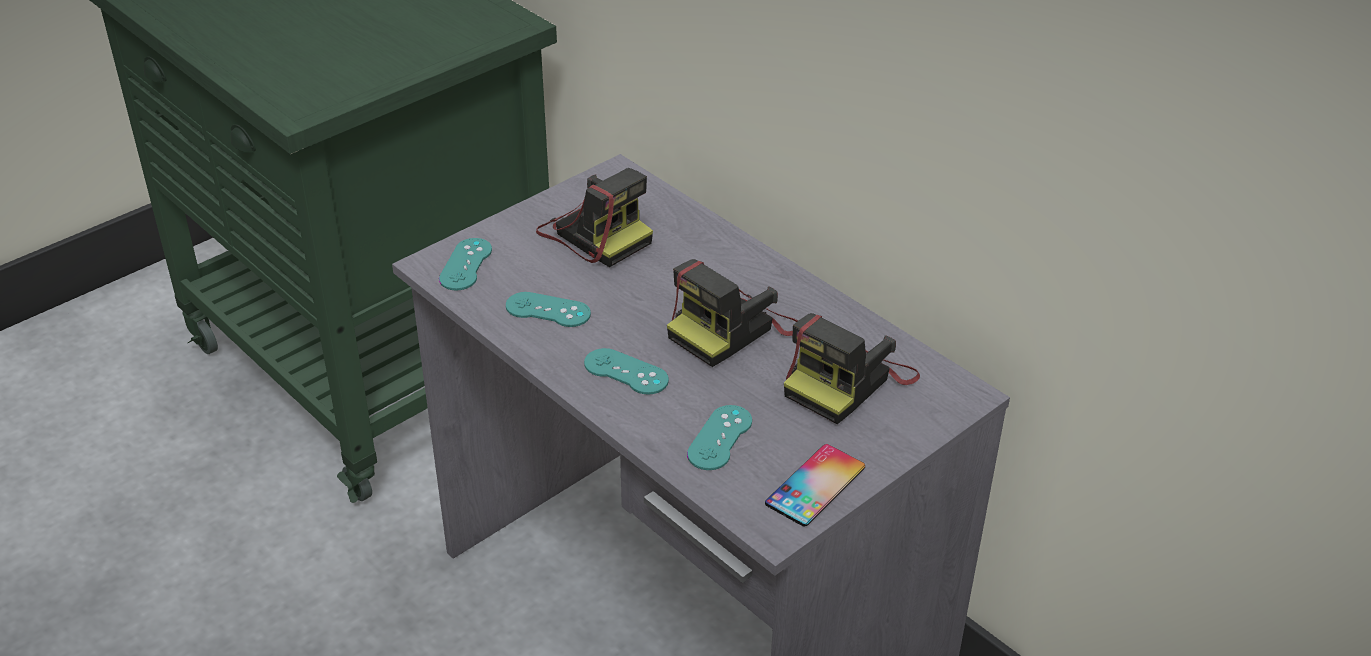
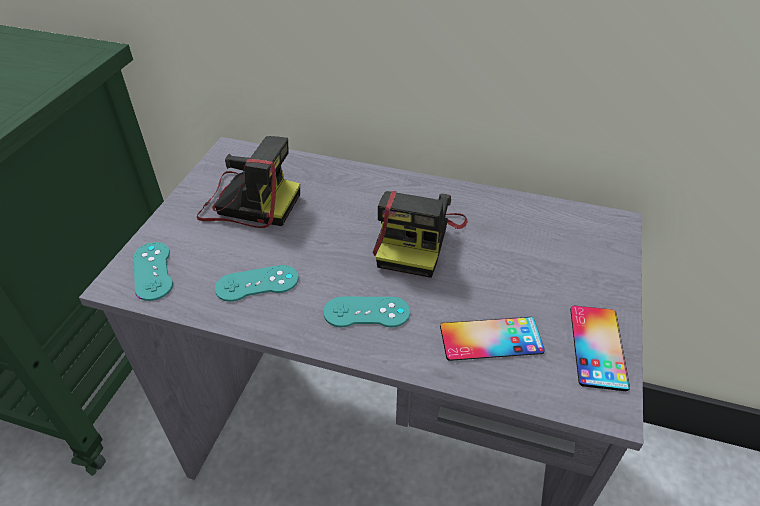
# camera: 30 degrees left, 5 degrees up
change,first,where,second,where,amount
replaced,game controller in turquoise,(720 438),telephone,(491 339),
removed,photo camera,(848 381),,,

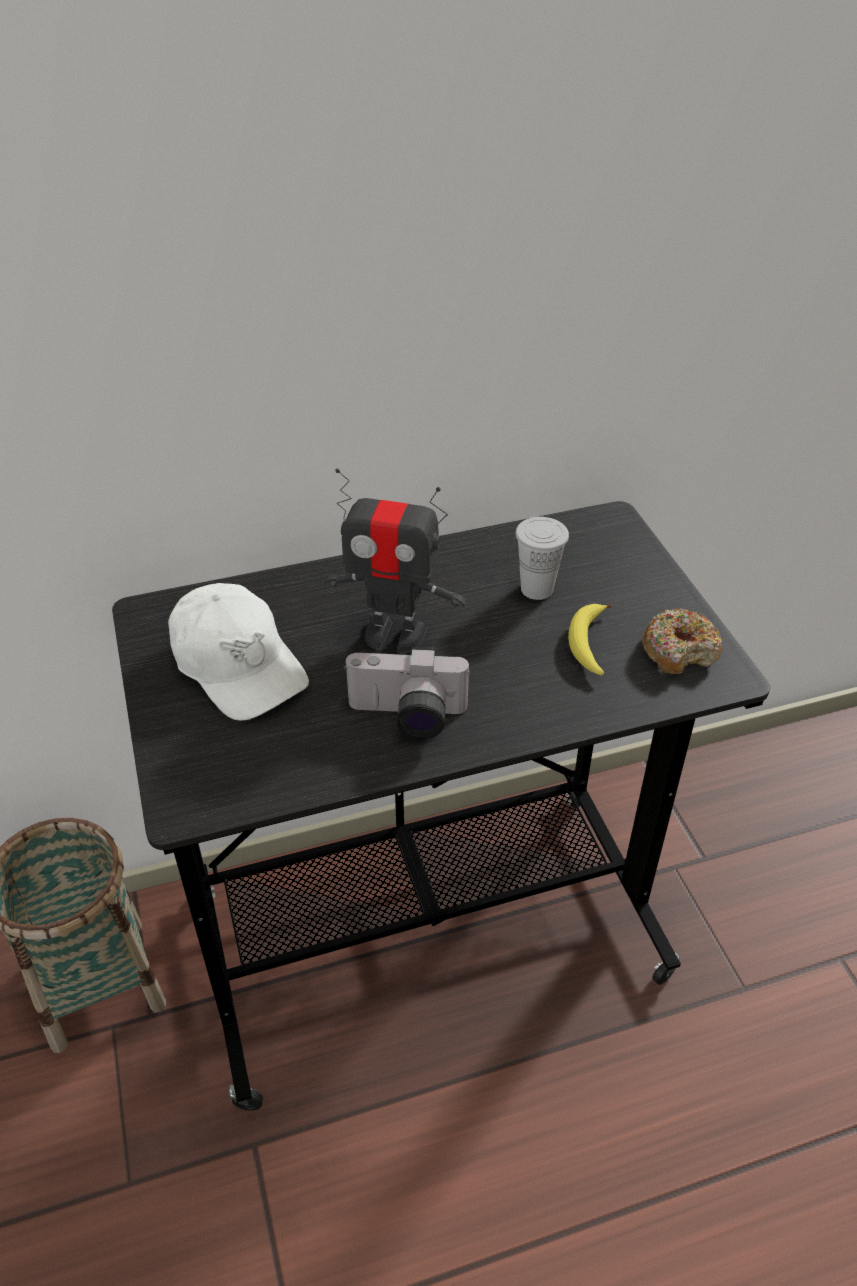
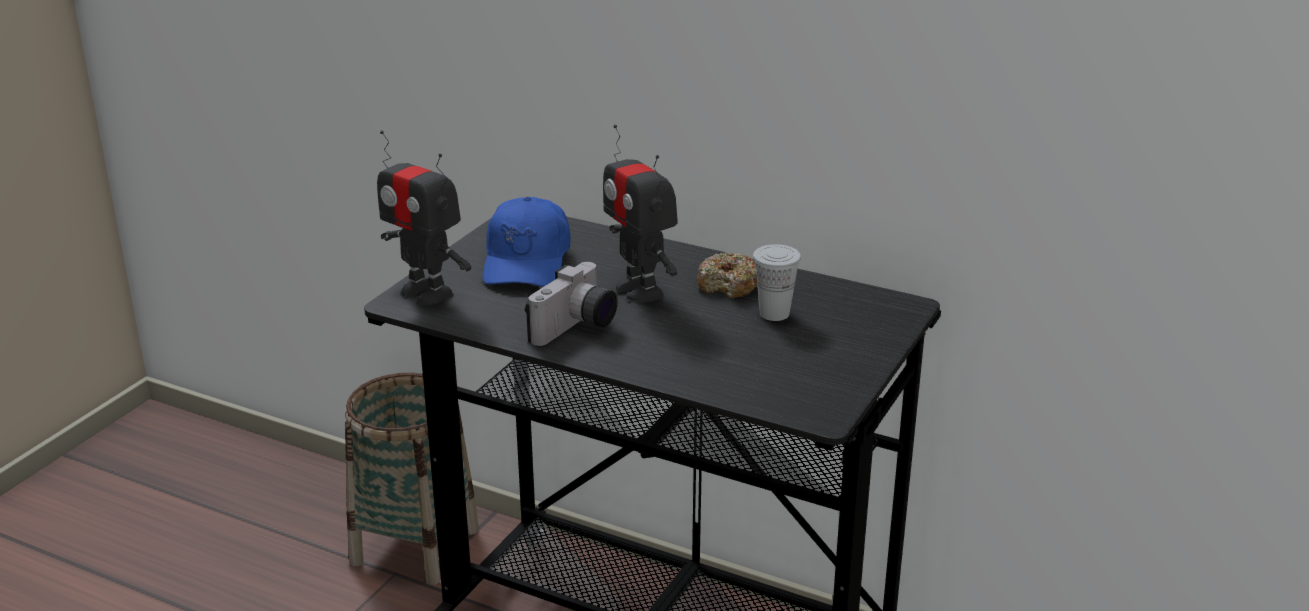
# camera: 45 degrees right, 15 degrees down
change,first,where,second,where,amount
added,,,toy robot,(426 293),
recoloured,cap in white-coloured,(238 664),cap in blue,(527 261),
turned,photo camera,(407 717),,(576 328),105 degrees counterclockwise
moved,ring doughnut,(679 650),,(728 285),
removed,banana fruit,(588 644),,,

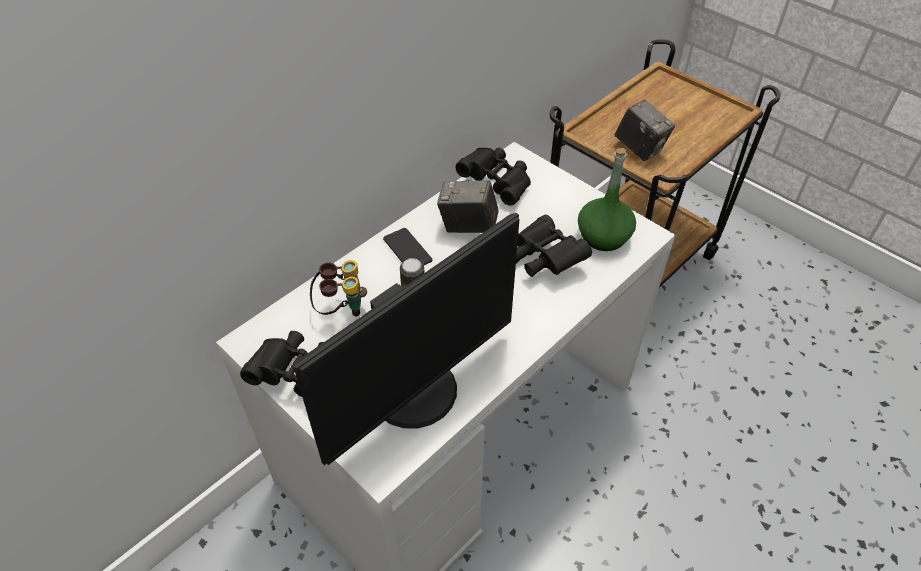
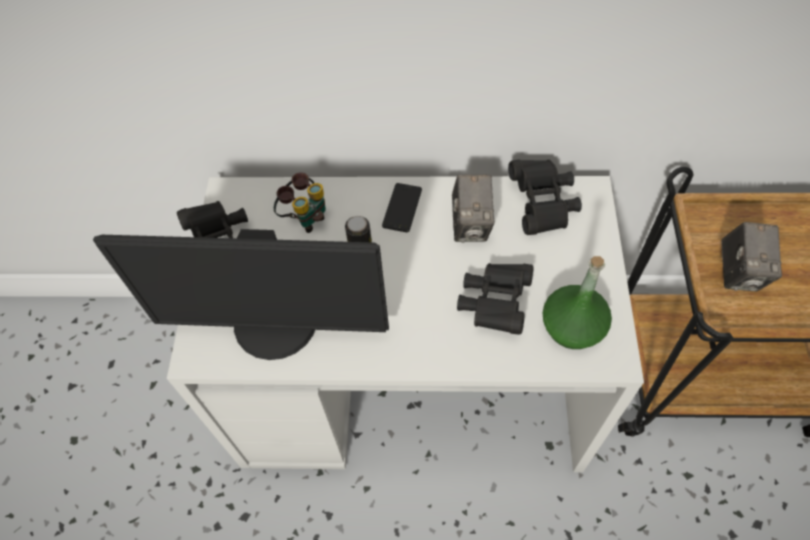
# camera: 50 degrees right, 10 degrees up
change,first,where,second,where,amount
turned,photo camera,(468 226),,(471 225),150 degrees counterclockwise

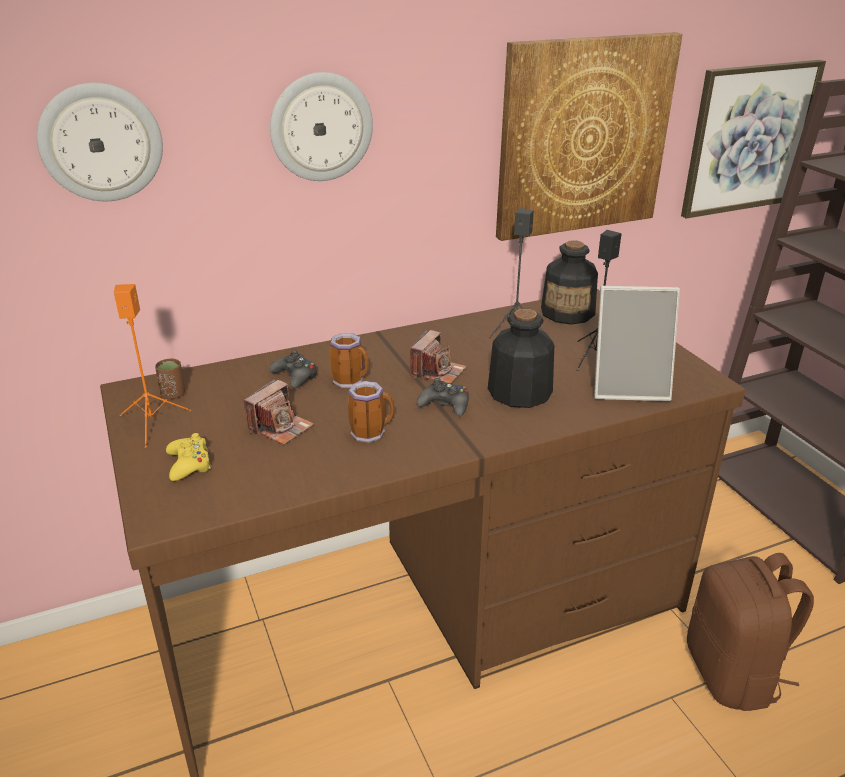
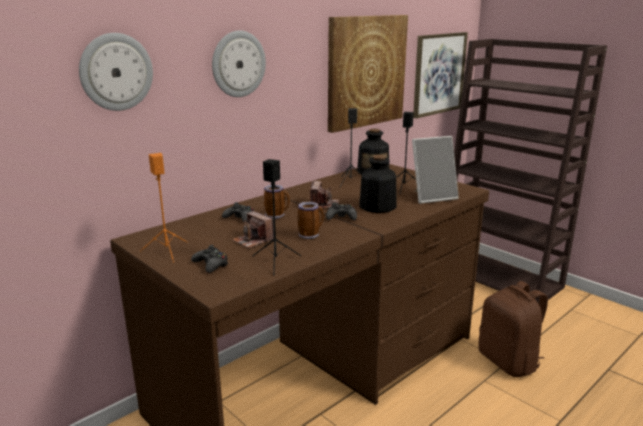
# camera: 20 degrees left, 10 degrees down
change,first,where,second,where,amount
recoloured,game controller in yellow,(189 464),game controller in black-coloured,(211 265),
turned,photo camera,(280 427),,(253 240),120 degrees clockwise
added,,,loudspeaker in black-coloured,(276 261),
removed,cup in brown-coloured,(173 394),,,

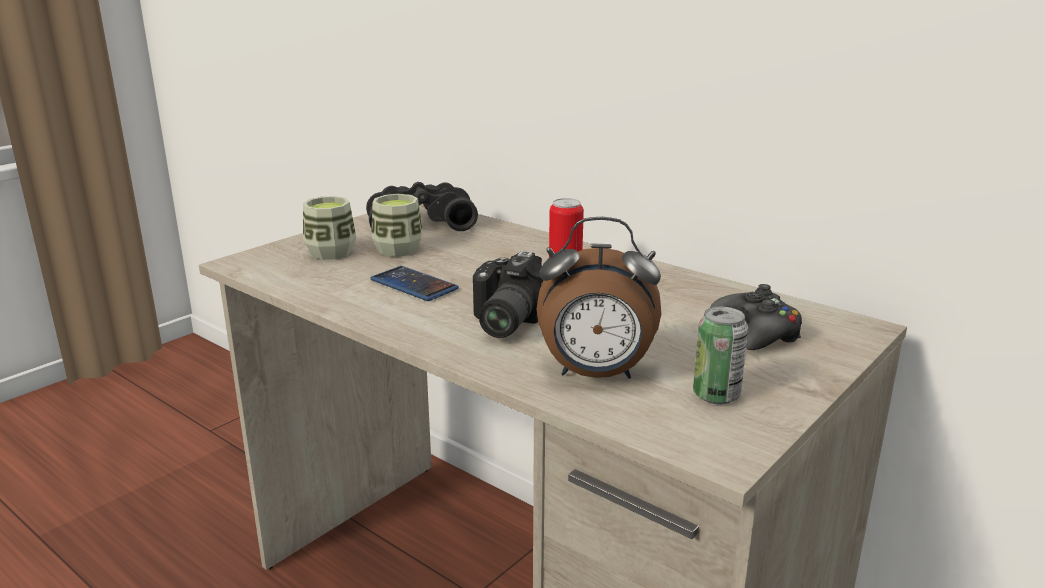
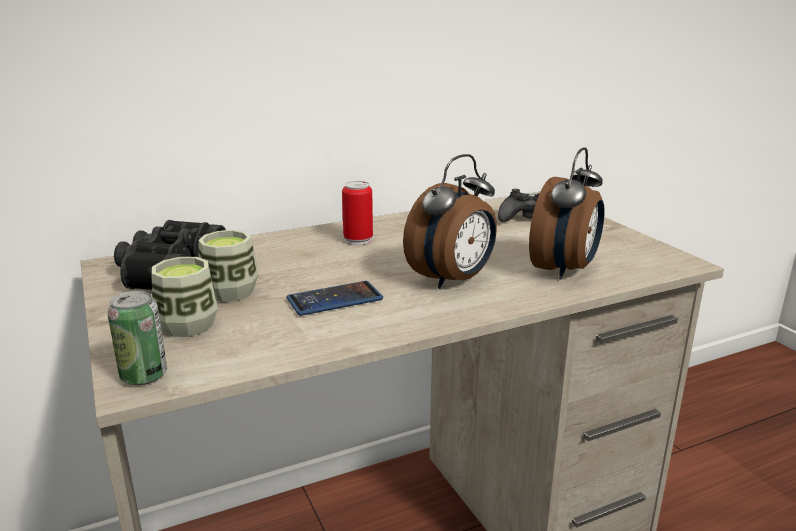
# camera: 65 degrees left, 0 degrees up
change,first,where,second,where,amount
moved,can,(716 395),,(144 376),
replaced,photo camera,(504 322),table clock,(453 280),

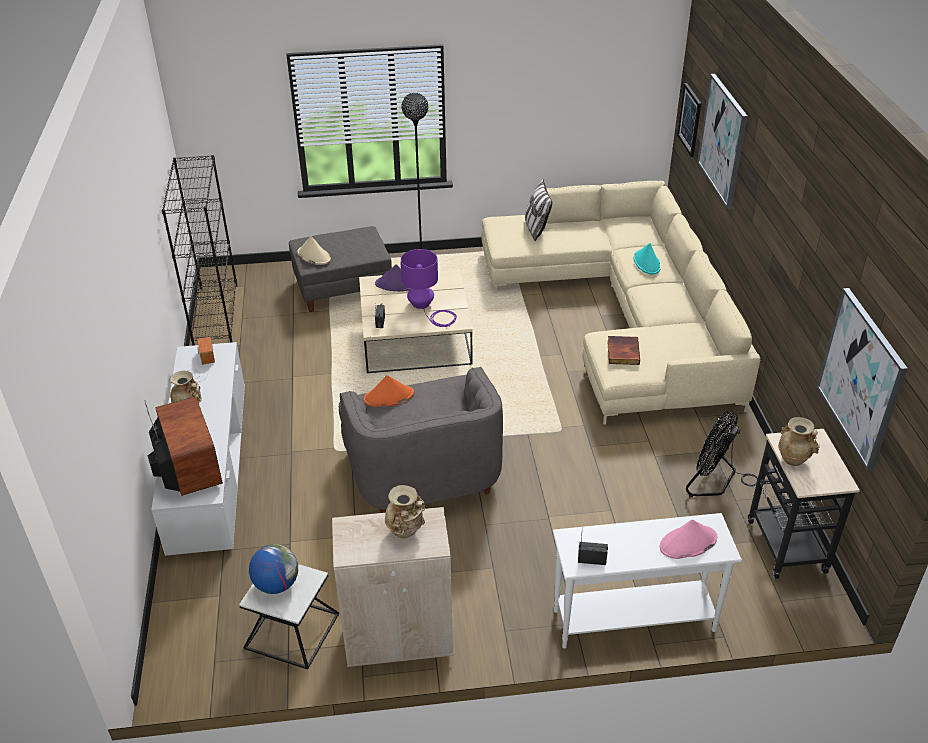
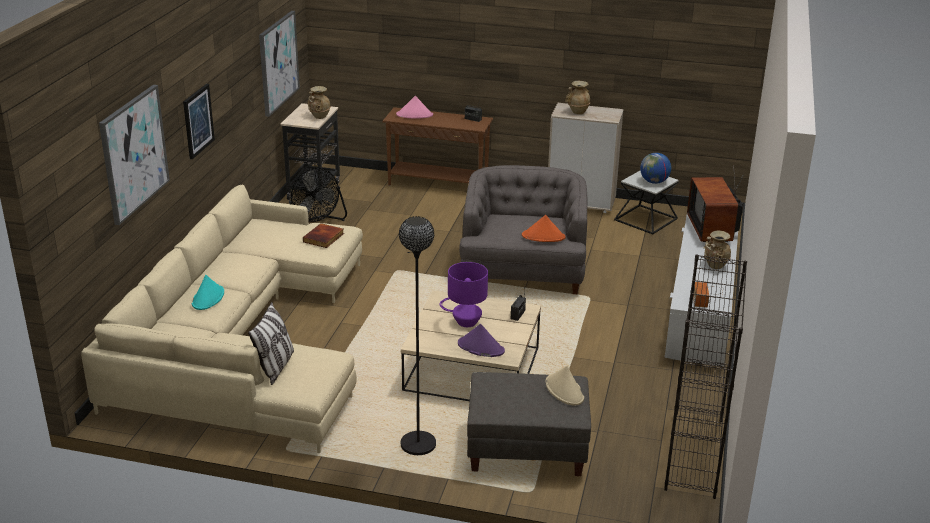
# camera: 160 degrees left, 10 degrees down
change,first,where,second,where,amount
moved,wall picture,(690 119),,(198 121),
recoloured,narrow table in white-coloured,(633 622),narrow table in brown-coloured,(438 185),

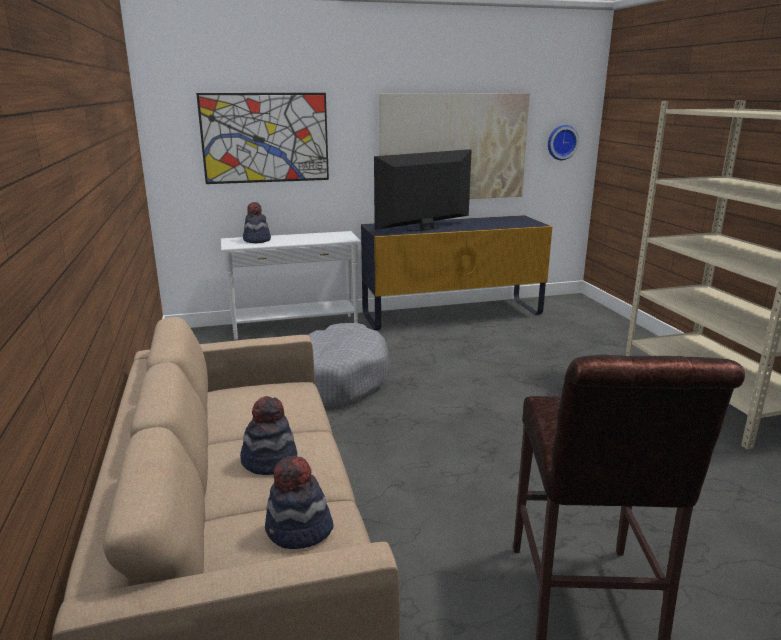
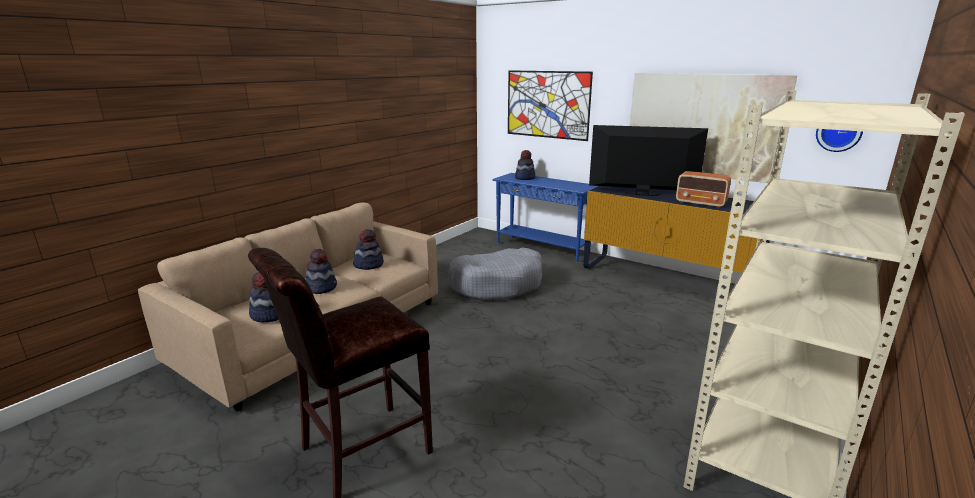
# camera: 50 degrees right, 0 degrees up
change,first,where,second,where,amount
added,,,hat,(368 265),
recoloured,narrow table in white-coloured,(296 327),narrow table in blue,(543 248),
added,,,radio receiver,(701 203),

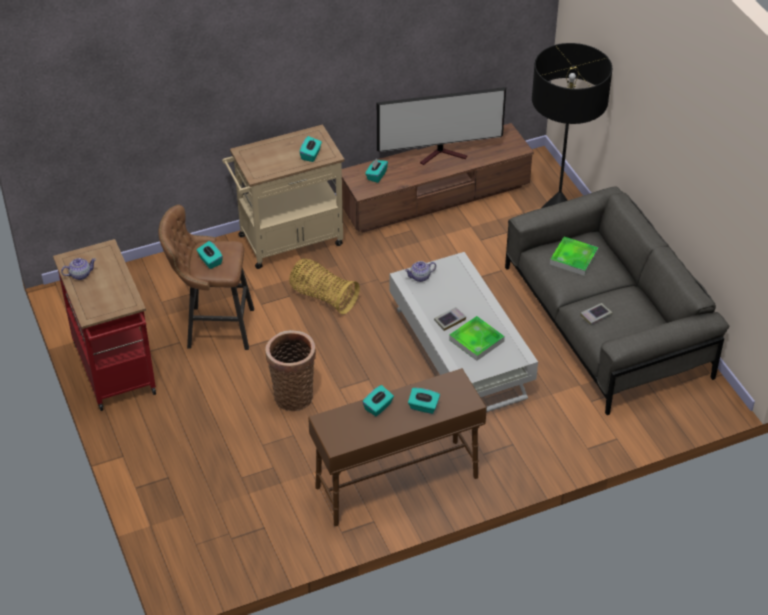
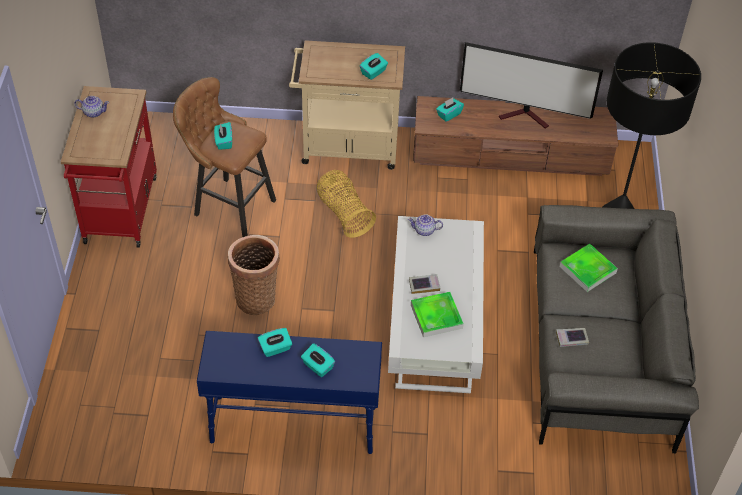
# camera: 25 degrees right, 5 degrees up
change,first,where,second,where,amount
recoloured,narrow table in brown-coloured,(396 482),narrow table in blue,(293 423),

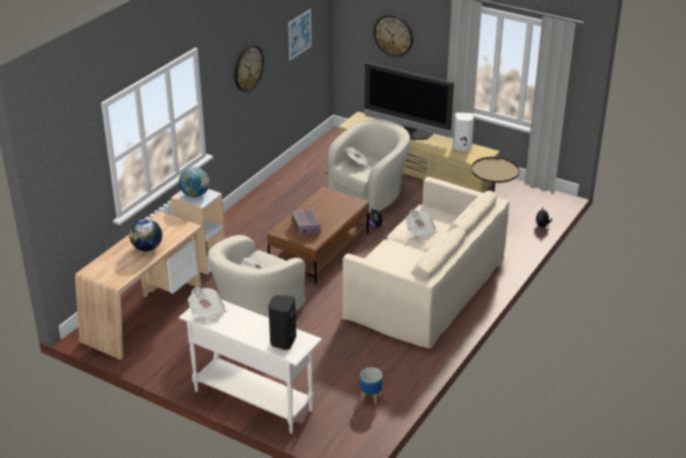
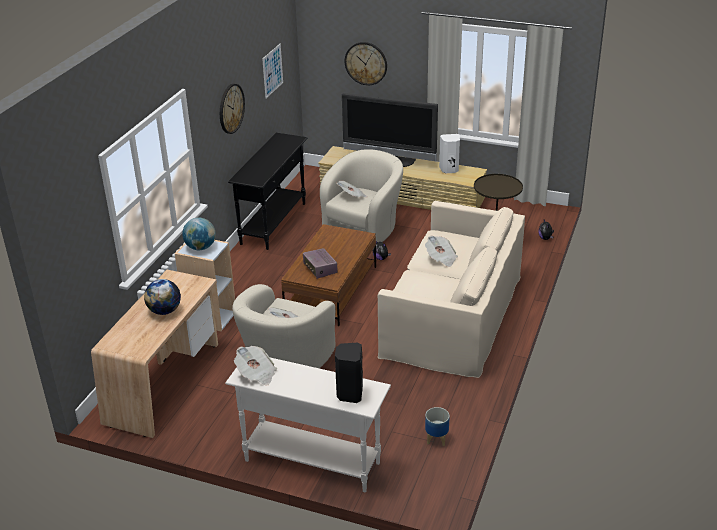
# camera: 10 degrees left, 0 degrees up
change,first,where,second,where,amount
added,,,narrow table in black-coloured,(274 223),

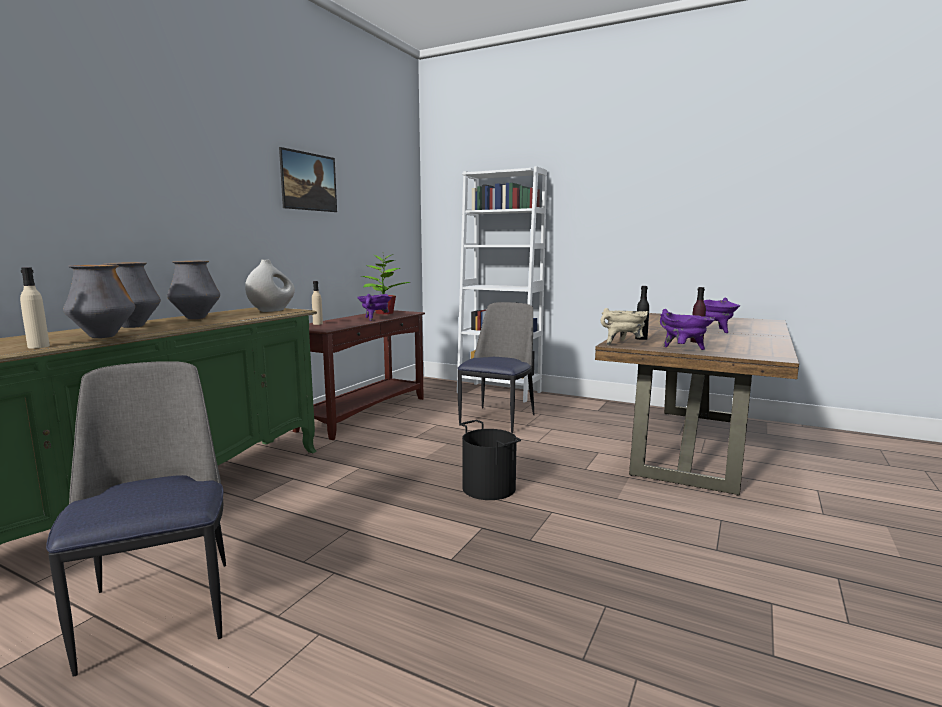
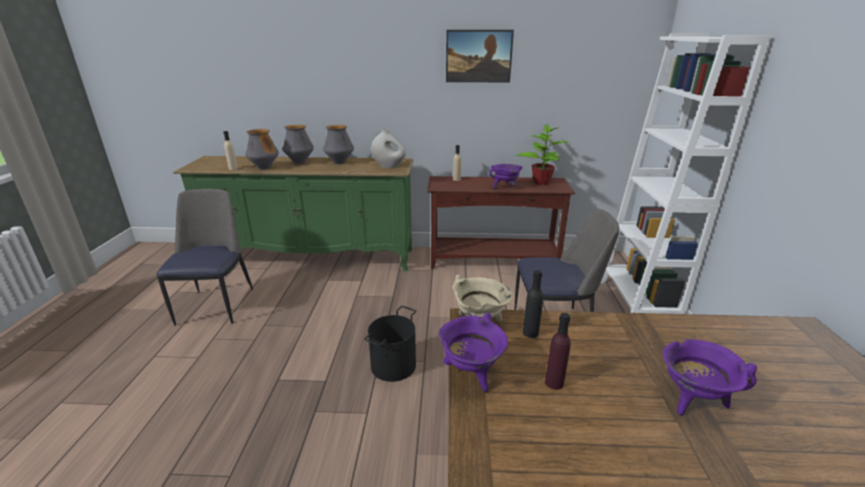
# camera: 65 degrees right, 15 degrees up
change,first,where,second,where,amount
turned,upright chair,(160 609),,(216 305),45 degrees counterclockwise

